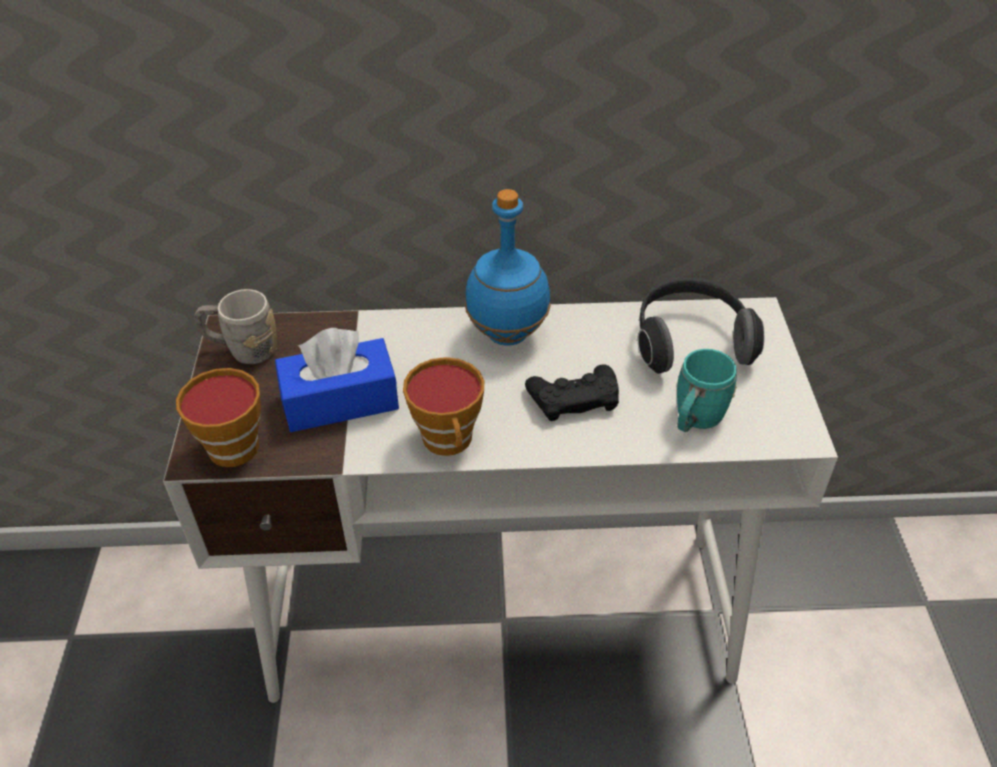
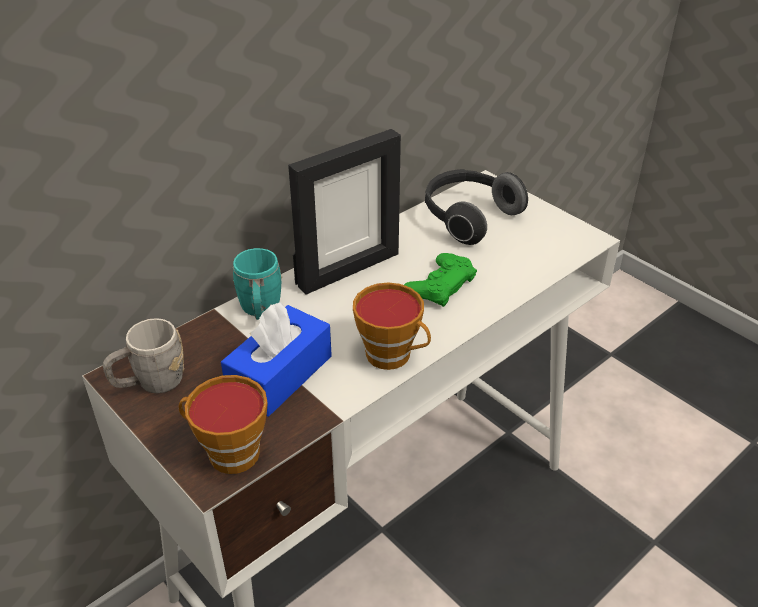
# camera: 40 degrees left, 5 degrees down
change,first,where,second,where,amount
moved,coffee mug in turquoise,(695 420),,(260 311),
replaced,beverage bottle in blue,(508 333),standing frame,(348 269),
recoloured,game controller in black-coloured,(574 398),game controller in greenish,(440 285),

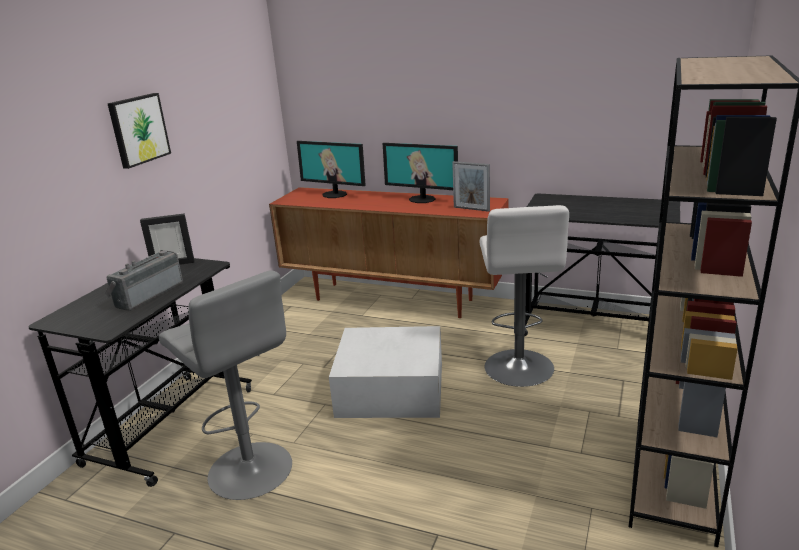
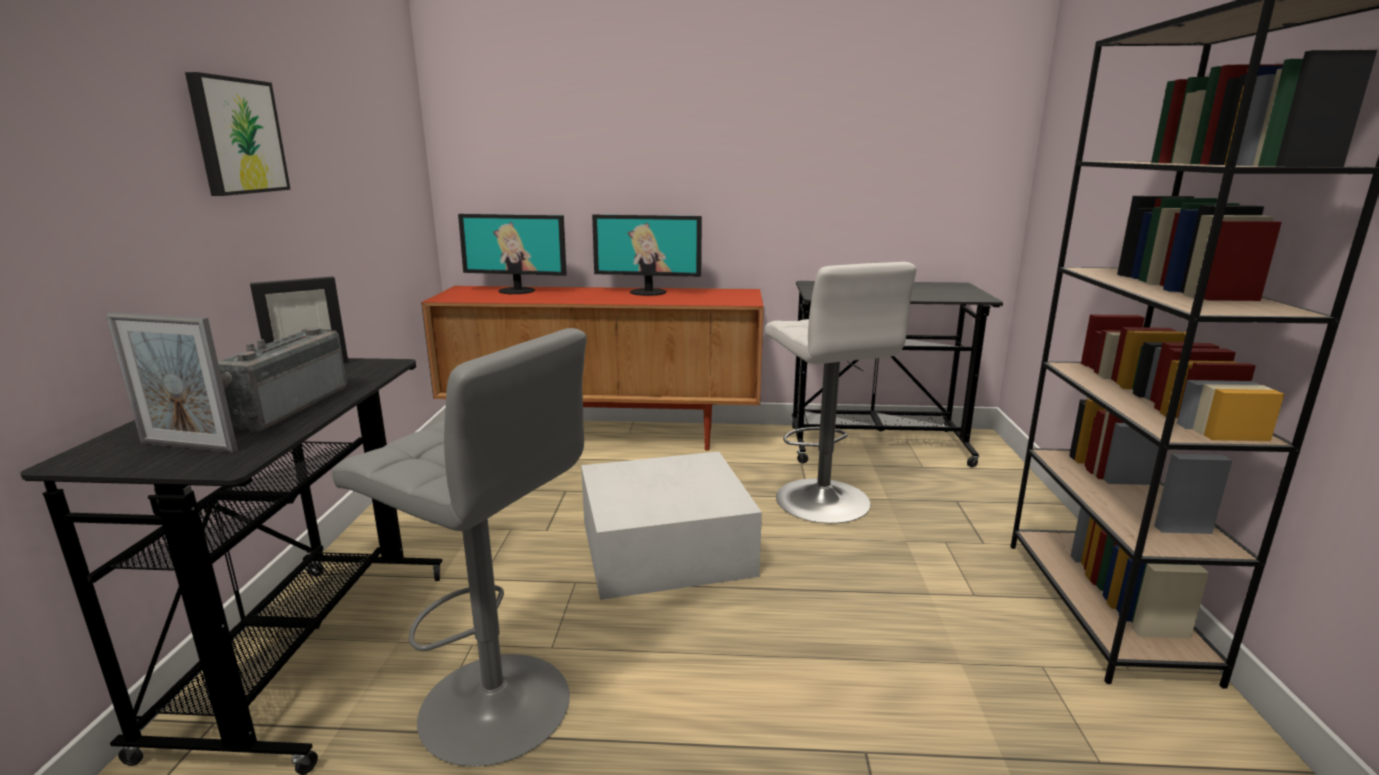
# camera: 20 degrees left, 5 degrees down
change,first,where,second,where,amount
moved,standing frame,(471 209),,(188 446),

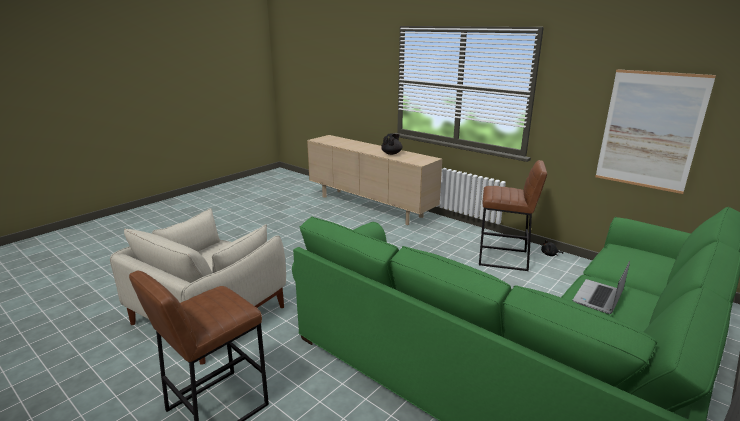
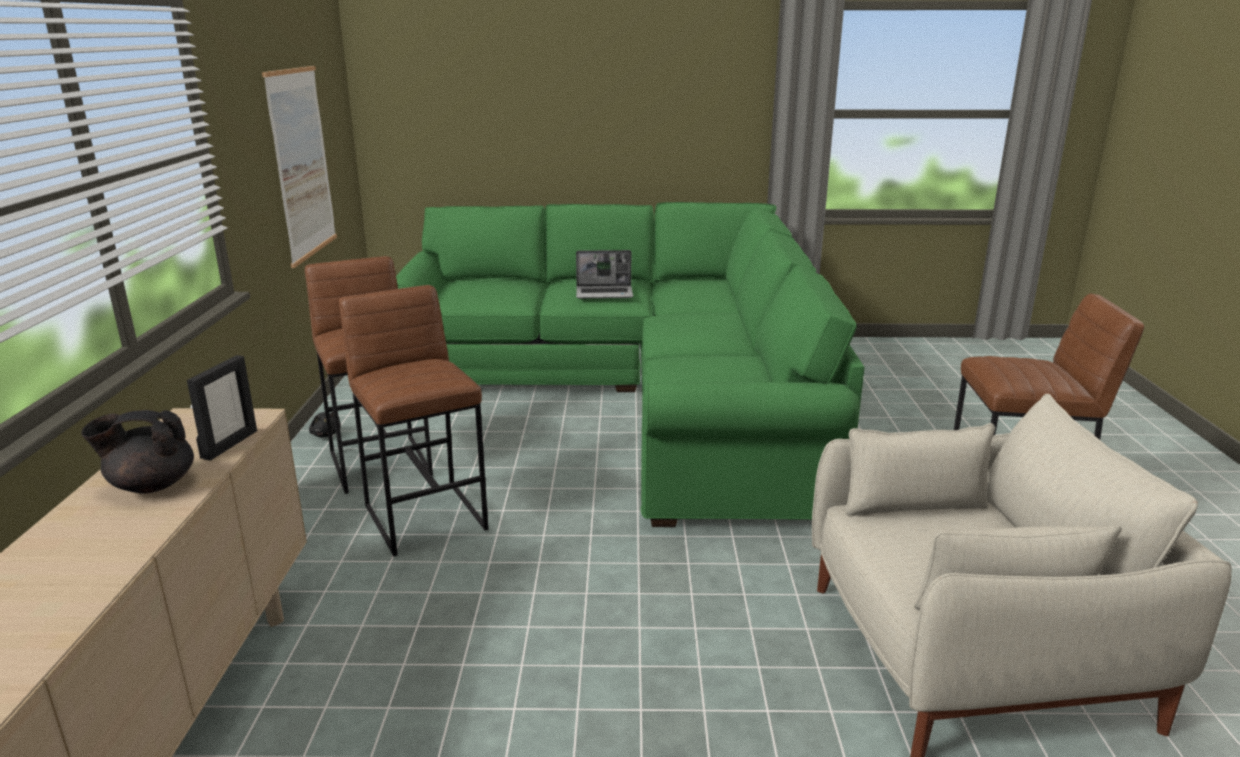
# camera: 130 degrees left, 0 degrees up
change,first,where,second,where,amount
added,,,standing frame,(229 444),
added,,,sitting stool in brown-coloured,(424 516),

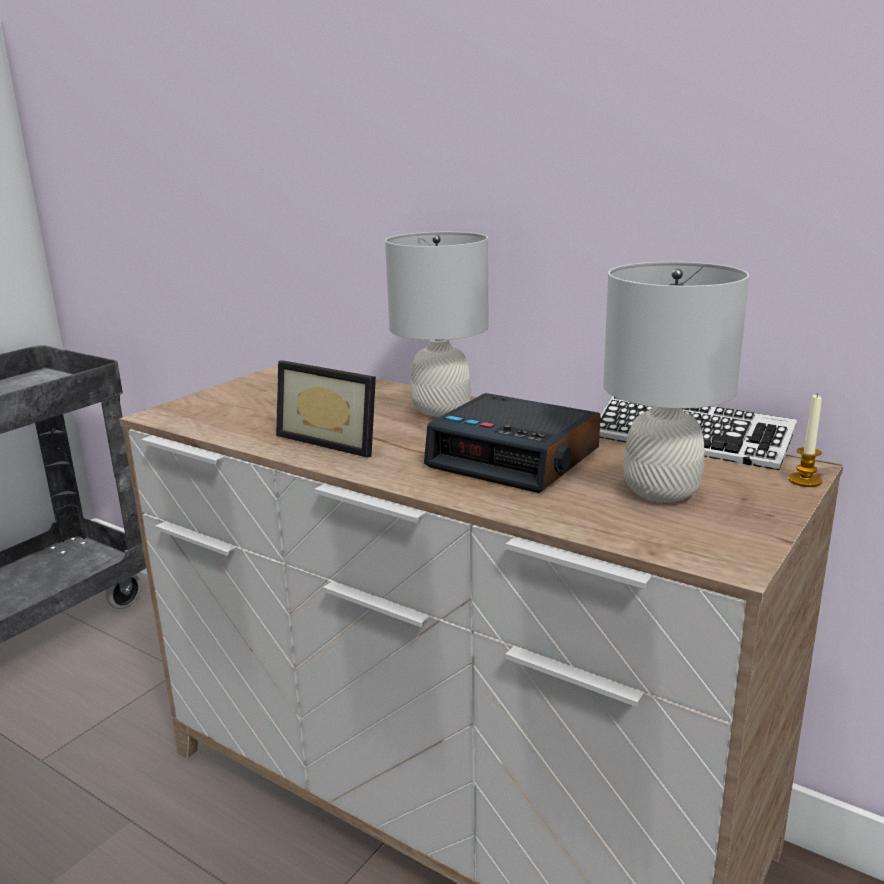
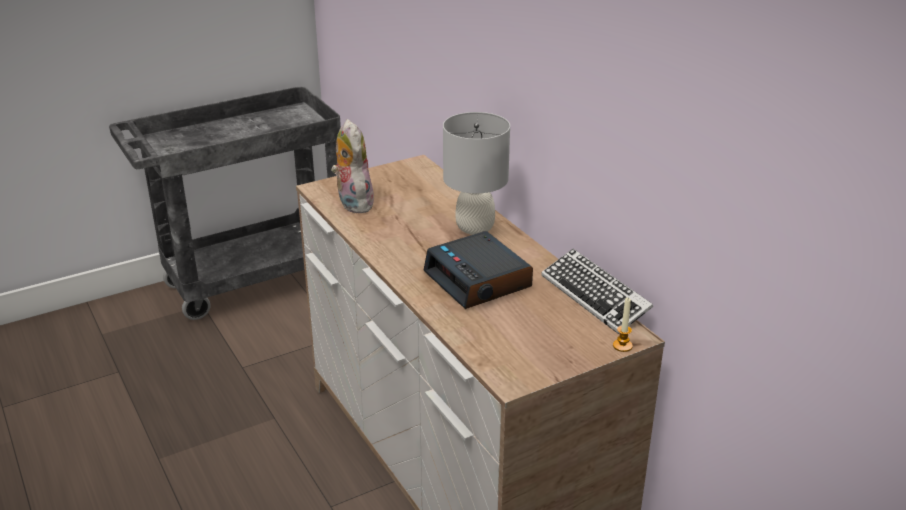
# camera: 25 degrees right, 10 degrees up
change,first,where,second,where,amount
added,,,plush toy,(352 203),
removed,standing frame,(334 440),,,
removed,tabletop lamp in grey,(664 492),,,

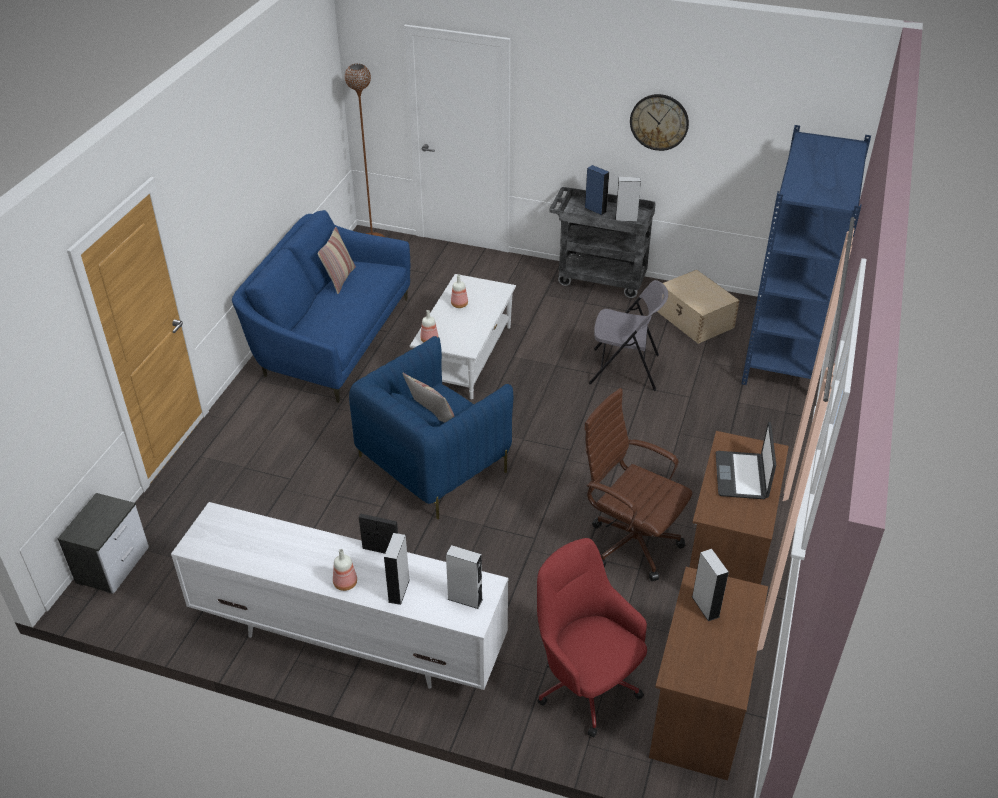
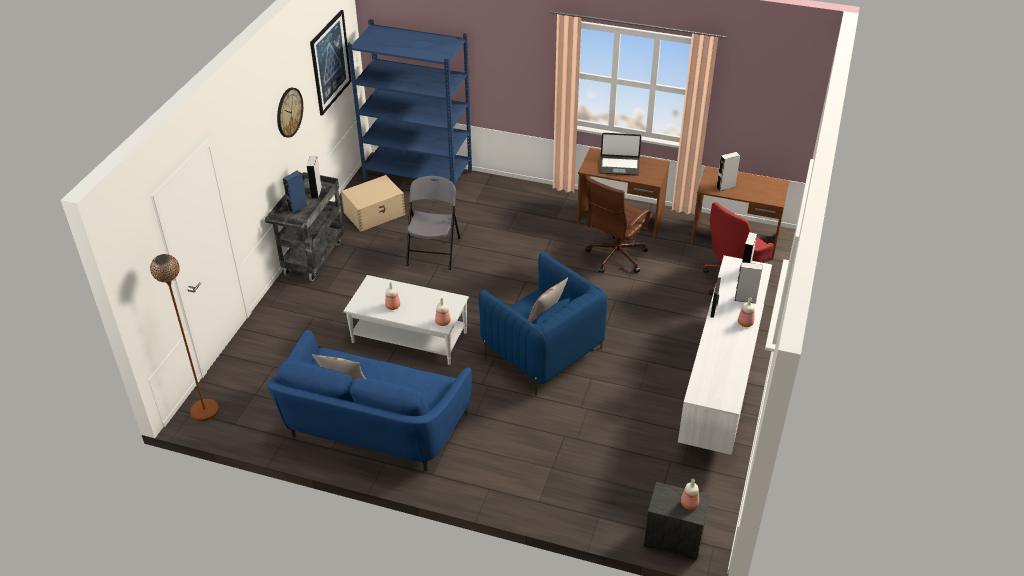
# camera: 90 degrees left, 0 degrees up
change,first,where,second,where,amount
added,,,wall picture,(330 62),
added,,,beverage bottle,(689 503),

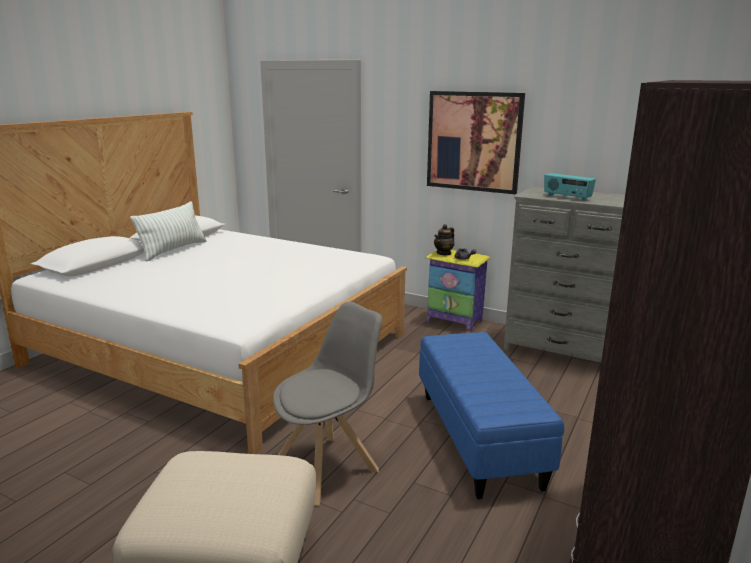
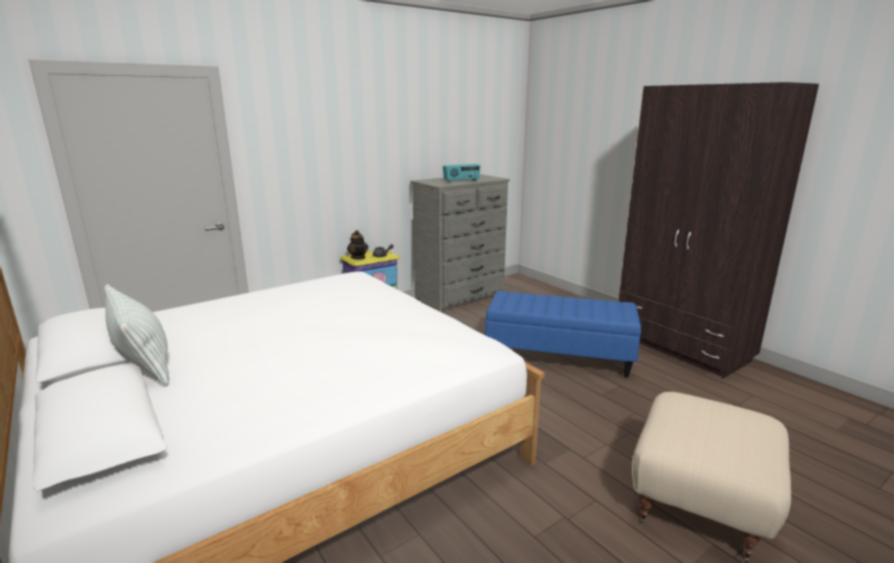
# camera: 65 degrees left, 0 degrees up
change,first,where,second,where,amount
removed,upright chair in grey,(328 466),,,
removed,wall picture,(473 141),,,

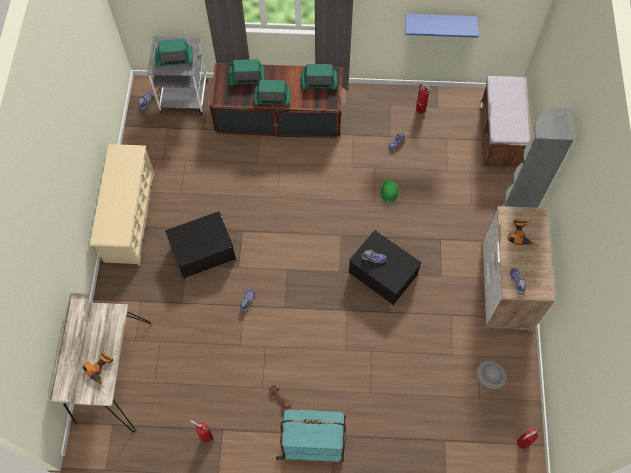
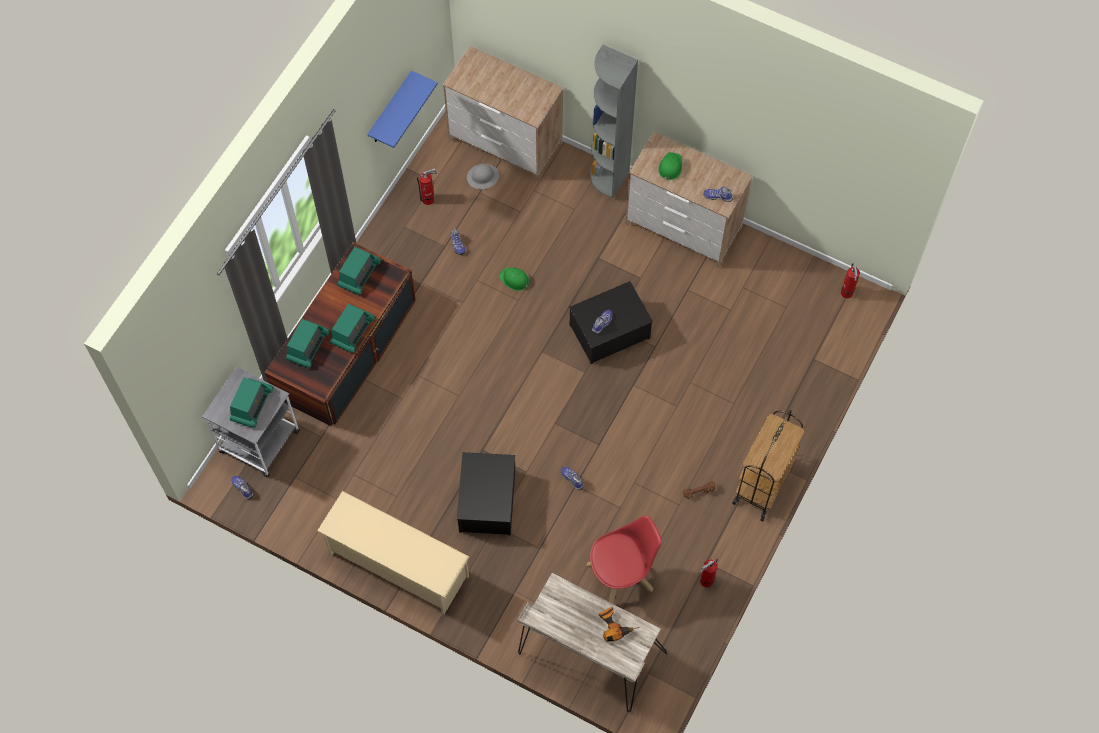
# camera: 65 degrees left, 0 degrees up
change,first,where,second,where,amount
replaced,indoor bench in brown-coloured,(499 136),dresser,(506 141),
moved,hard hat in grey,(491 375),,(483 177),
added,,,upright chair in red,(621 576),
replaced,drill,(521 234),hard hat in greenish,(670 167),
recoloured,wheeled cart in turquoise,(313 446),wheeled cart in brown-coloured,(764 481),

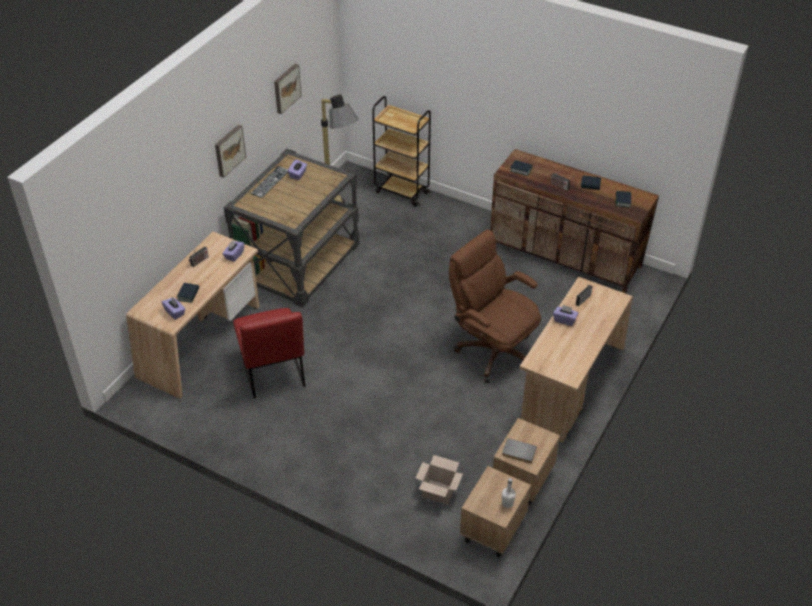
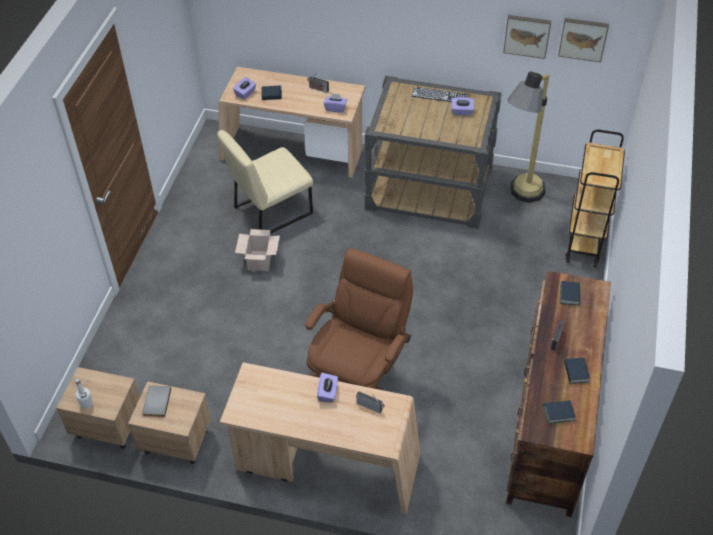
# camera: 75 degrees right, 5 degrees up
change,first,where,second,where,amount
recoloured,upright chair in red,(272 371),upright chair in beige,(271 211),
moved,cardboard box,(437 492),,(259 260),
moved,wall picture,(228 150),,(583 38),

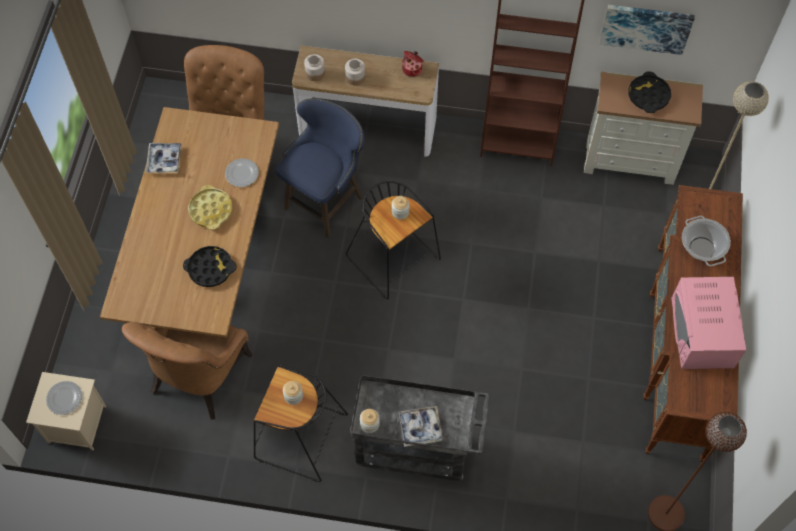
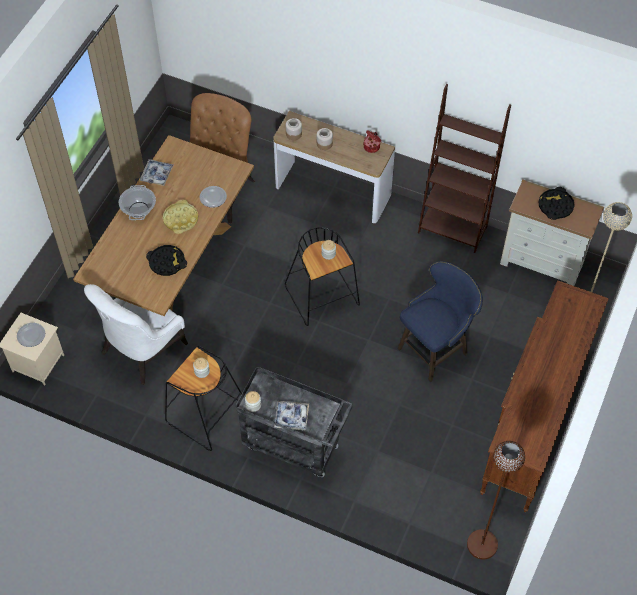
# camera: 15 degrees right, 5 degrees down
change,first,where,second,where,amount
recoloured,upright chair in brown-coloured,(200 374),upright chair in white-coloured,(142 349),
moved,saucepot,(701 248),,(138 209),
moved,sitting stool in blue,(326 200),,(435 349),
removed,wall picture,(646 27),,,
removed,kitchen microwave in pink-coloured,(702 332),,,

